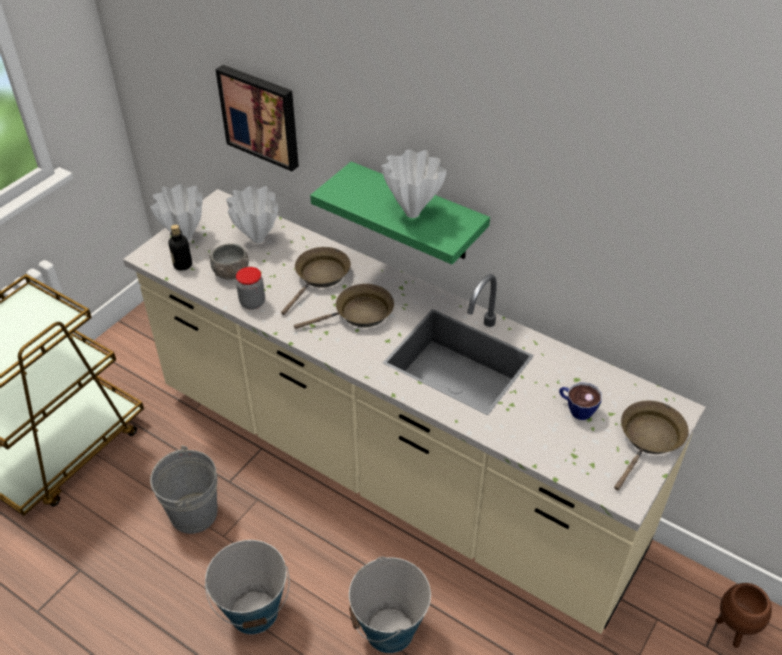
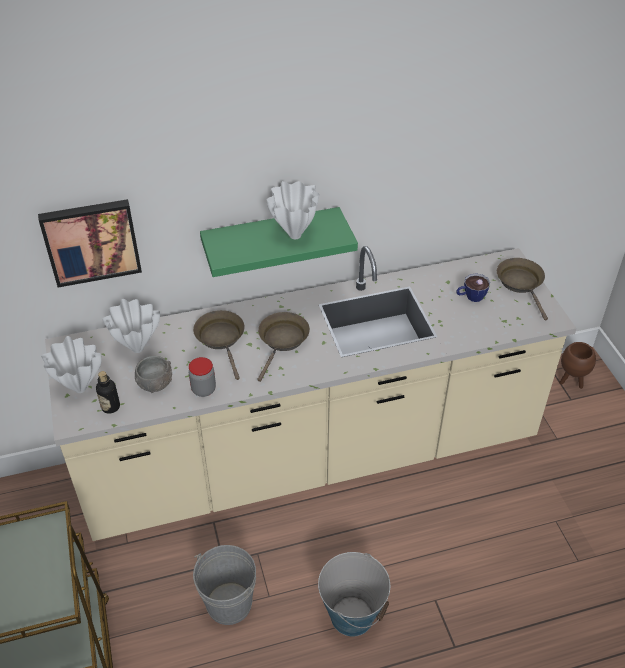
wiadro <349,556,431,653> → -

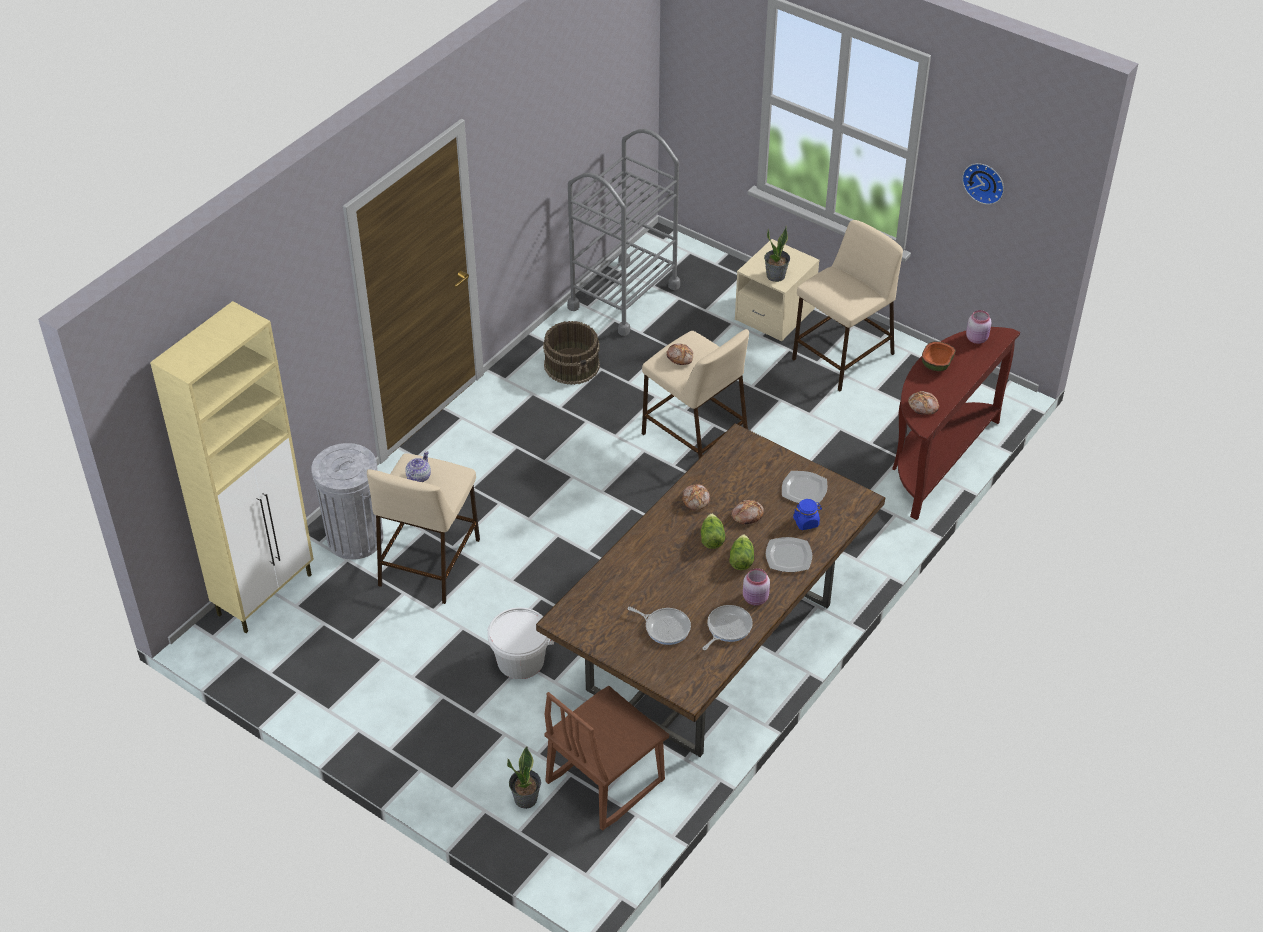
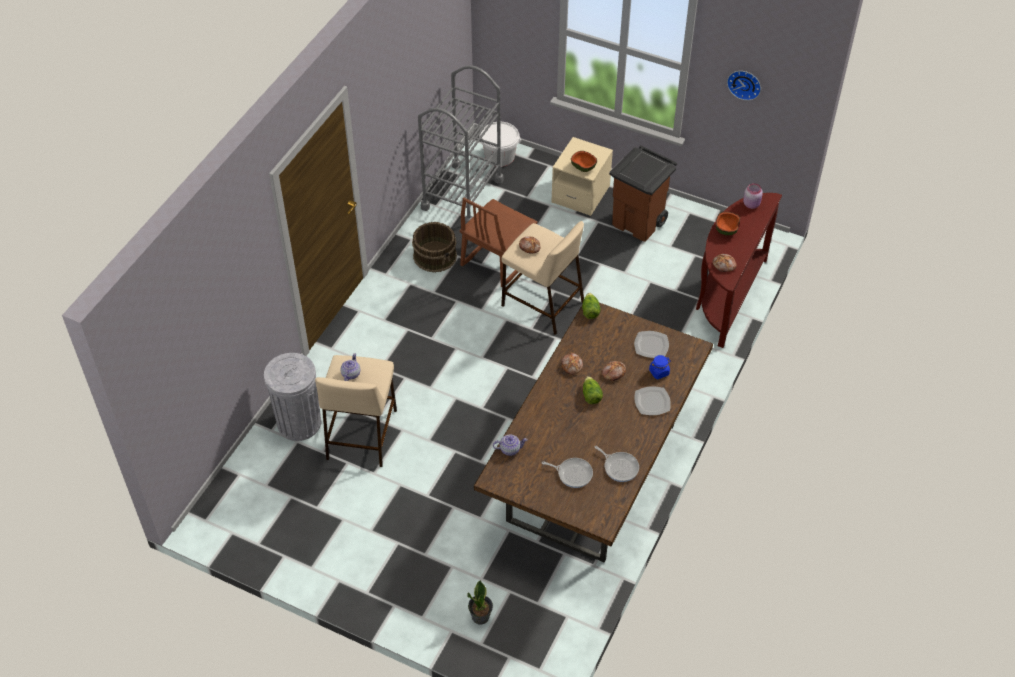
szafka/beżowy <150,301,314,633> → -
słoik/różowy <743,568,770,606> → -
- → imbryk <493,435,528,456>
wiadro/biały <487,608,554,679> → wiadro/biały <479,122,521,167>, move
krzesło/brązowy <545,686,669,831> → krzesło/brązowy <460,198,537,287>, move
sałata <729,534,754,570> → sałata <582,293,601,319>, move
roślina doniczkowa <764,226,790,282> → miska <571,151,597,172>
stołek/beżowy <792,220,903,392> → kosz na śmieci/brązowy <609,145,677,241>
patelnia <703,605,753,650> → patelnia <595,446,639,482>, 105 degrees clockwise

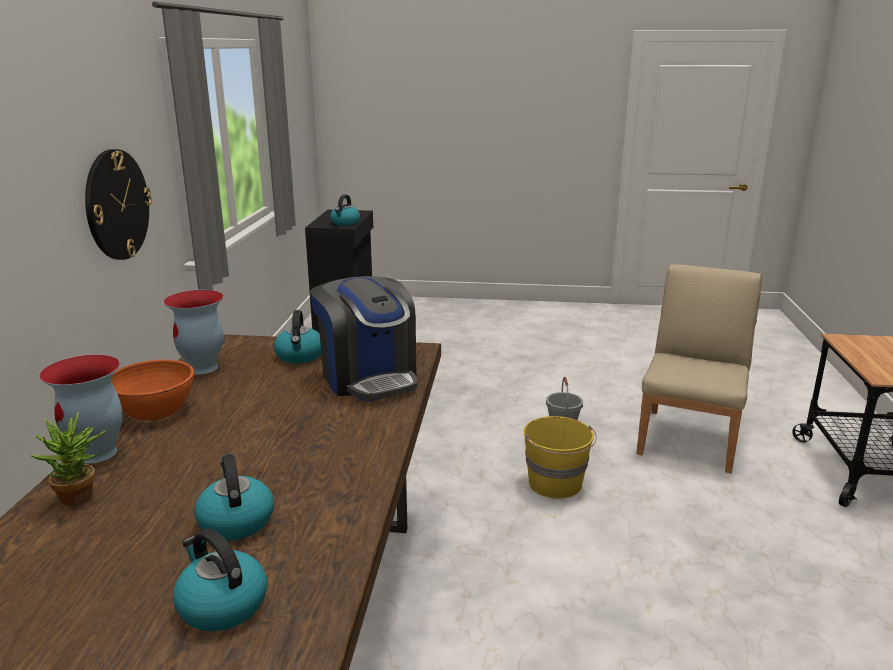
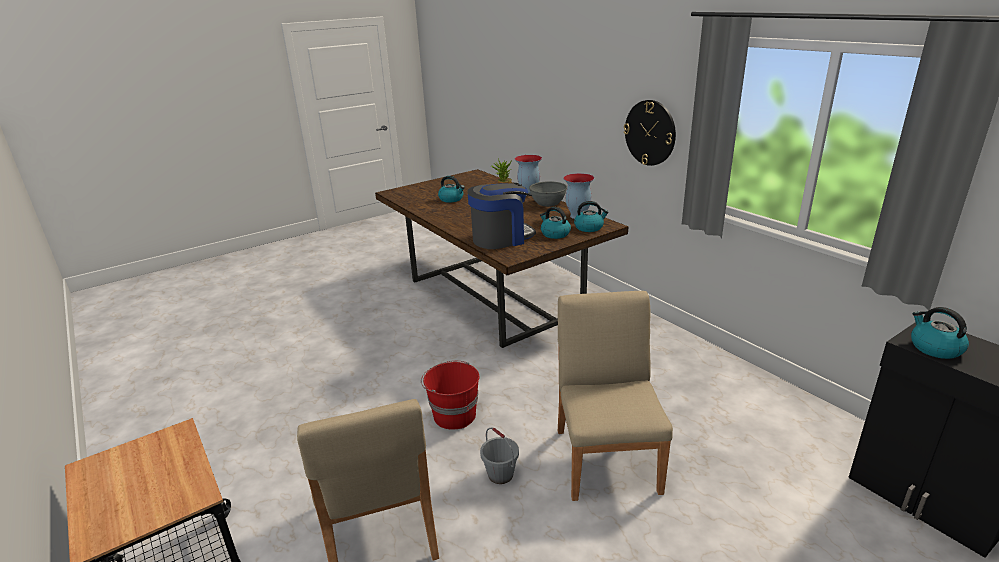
- → krzesło/beżowy <558,291,673,501>
czajnik <173,529,267,631> → czajnik <574,201,609,232>, move
miska/pomarańczowy <111,359,194,421> → miska/szary <529,181,567,207>
wiadro/żółty <523,416,597,499> → wiadro/czerwony <421,361,479,430>
ekspres do kawy <310,276,417,401> → ekspres do kawy <467,183,536,249>, 135 degrees clockwise

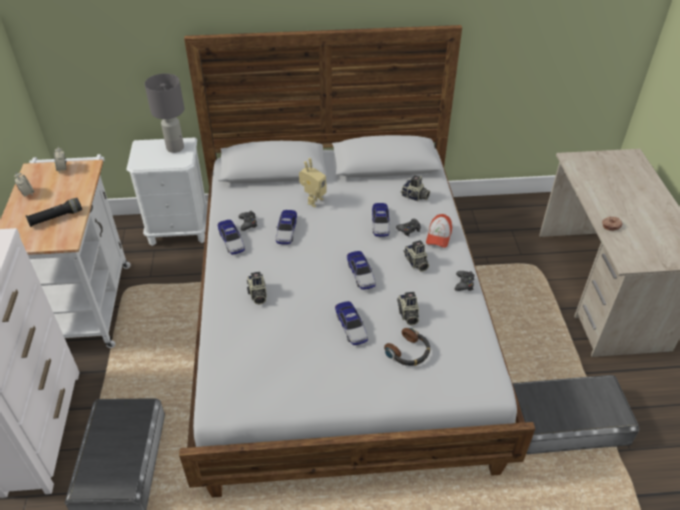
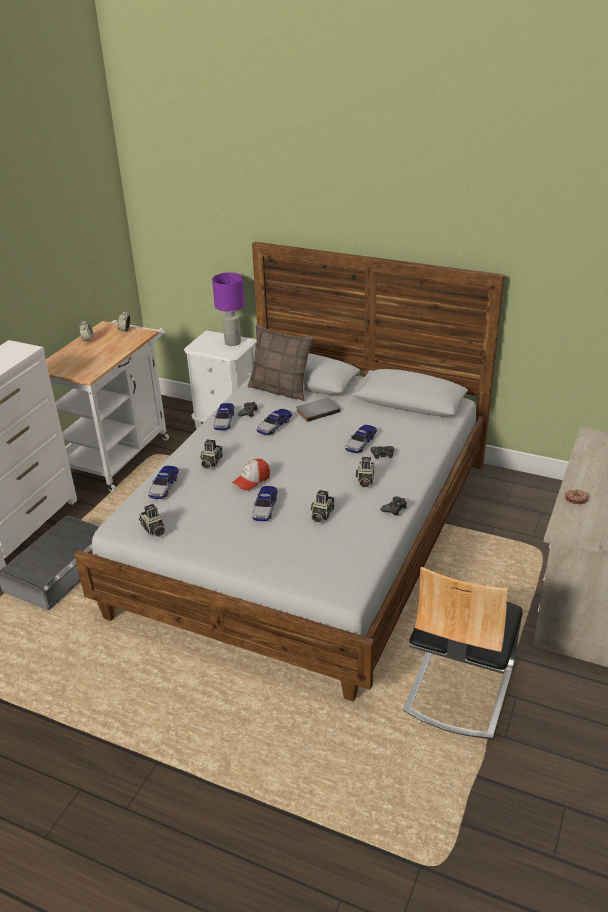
latarka/czarny <26,198,82,227> → -
słuchawki <384,328,430,366> → -
- → poduszka <248,324,314,401>
samochodzik <347,251,376,290> → samochodzik <148,466,179,499>, move
aparat fotograficzny <401,175,430,201> → aparat fotograficzny <139,504,166,537>, move
czapka z daszkiem <426,214,452,248> → czapka z daszkiem <232,459,270,491>, move
robot zabawkowy <299,158,327,207> → książka/szary <296,398,340,422>
pojemnik do przechowywania/szary <513,375,639,454> → krzesło <403,567,523,740>
lampa stołowa/szary <145,73,184,153> → lampa stołowa/fioletowy <212,272,245,346>

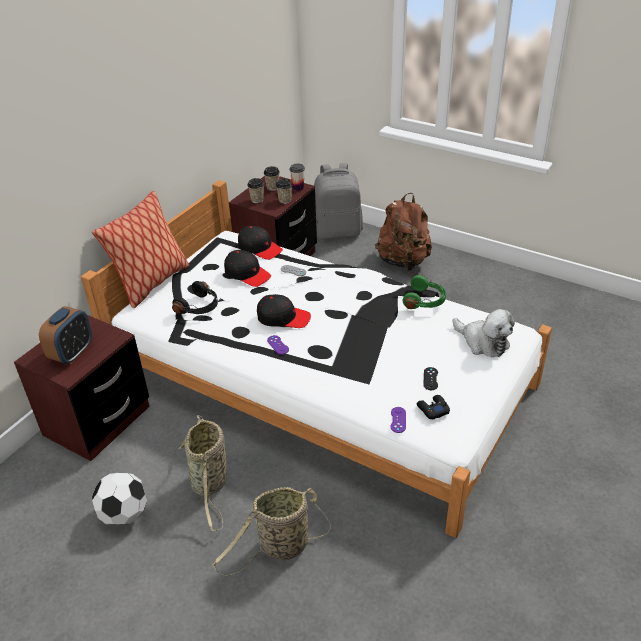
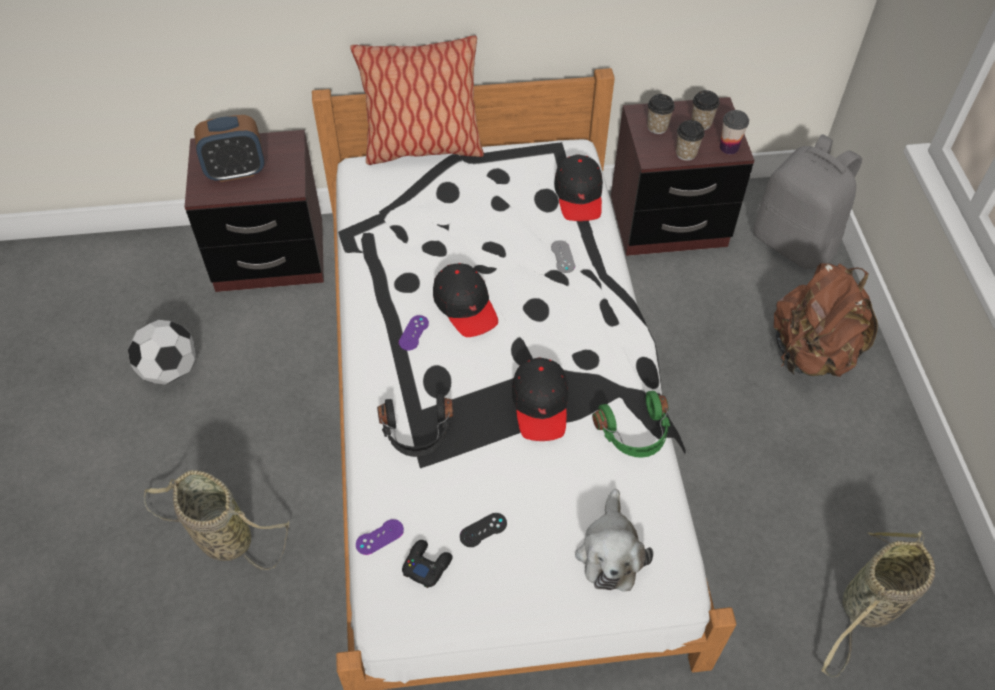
słuchawki/czarny <172,281,218,314> → słuchawki/czarny <377,393,453,457>, move
koszyk <178,415,227,531> → koszyk <822,531,935,677>, move
czapka z daszkiem/czarny <224,250,271,287> → czapka z daszkiem/czarny <512,357,568,441>, move

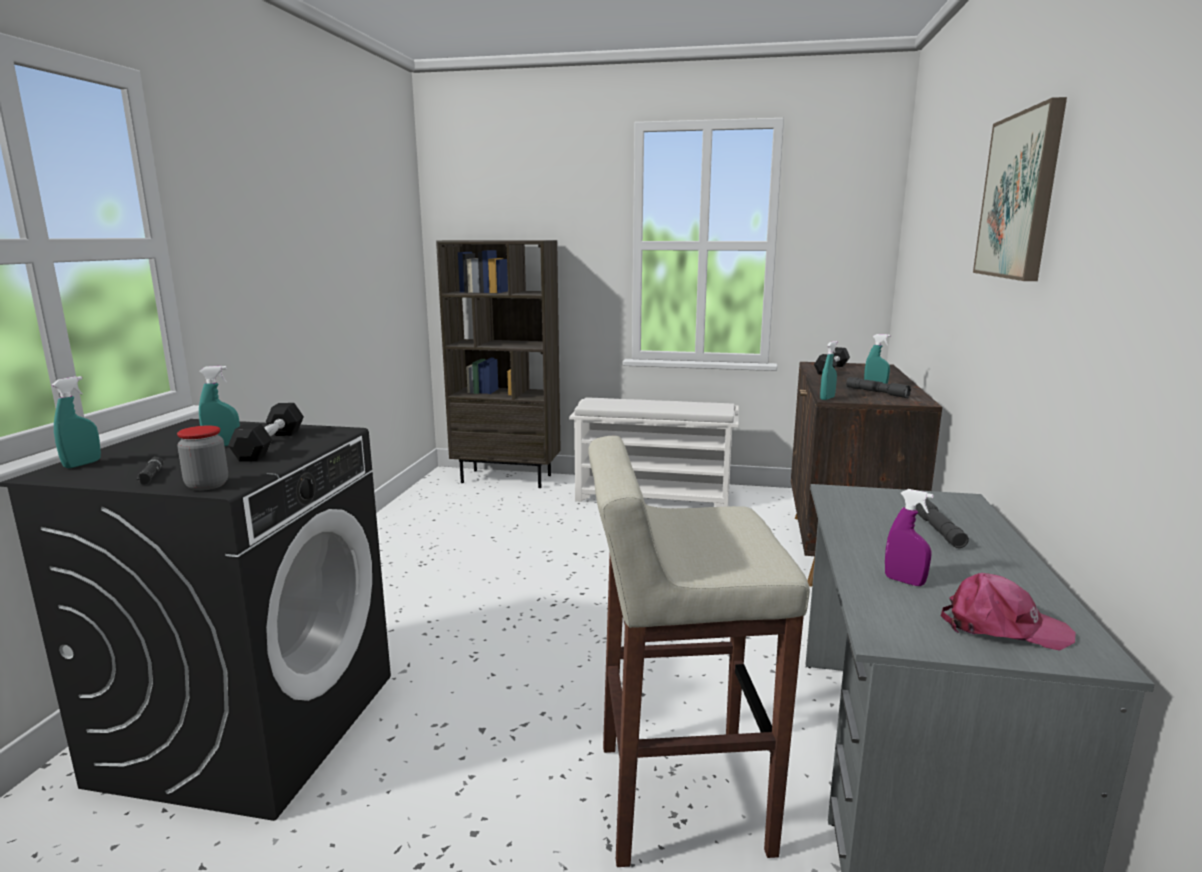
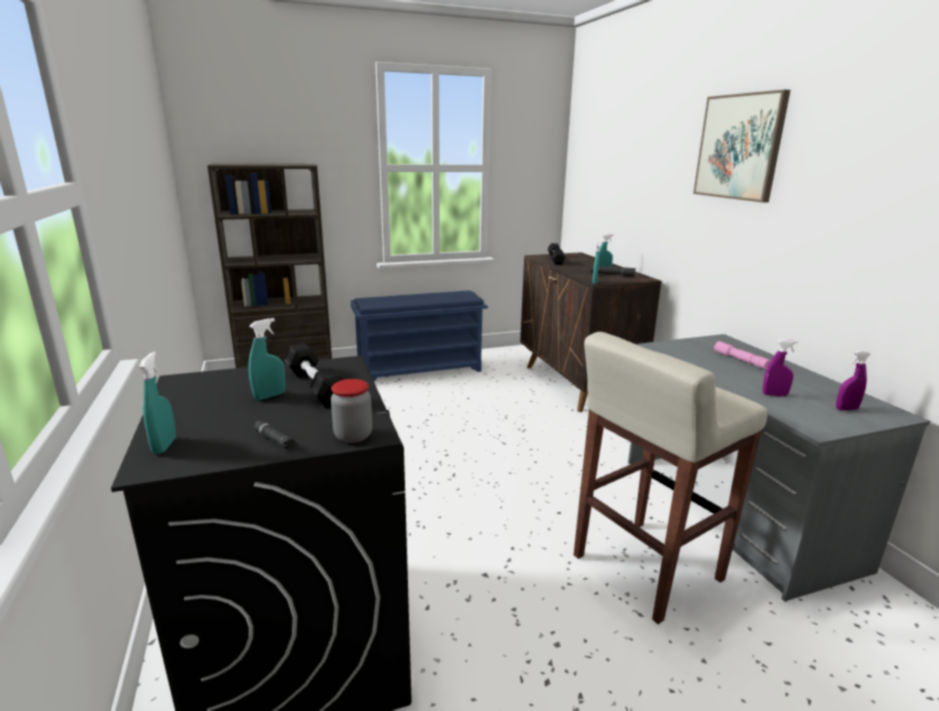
czapka z daszkiem/różowy <941,573,1076,651> → spryskiwacz/fioletowy <836,351,871,411>
regał na buty/biały <569,397,739,507> → regał na buty/niebieski <350,290,488,381>
latarka/szary <916,498,969,548> → latarka/różowy <714,341,771,369>

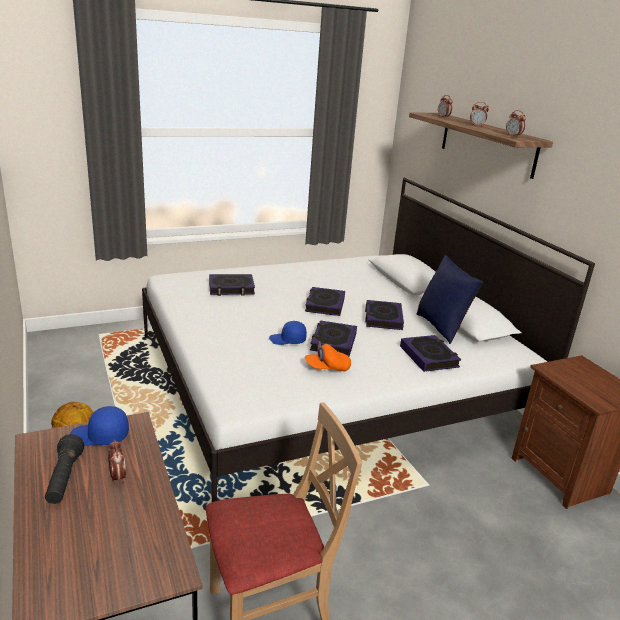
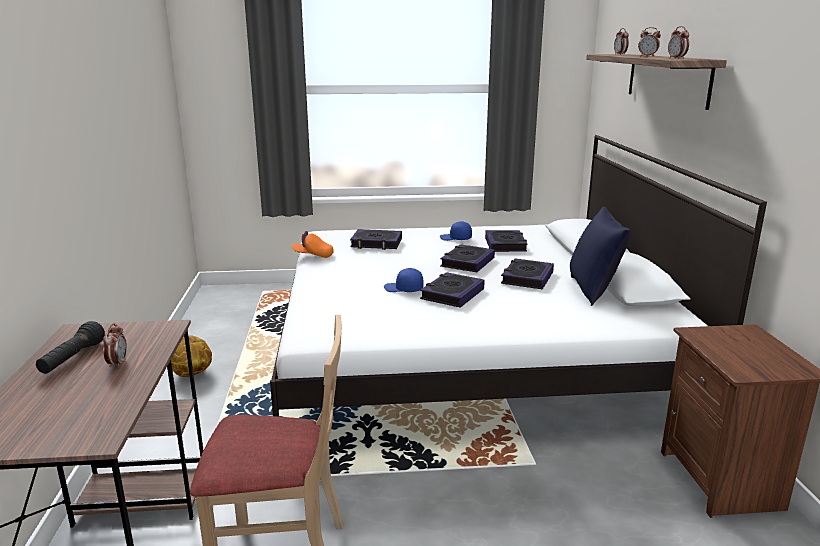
czapka z daszkiem/niebieski <70,406,129,446> → czapka z daszkiem/niebieski <440,221,472,241>, move
czapka z daszkiem/pomarańczowy <305,341,351,371> → czapka z daszkiem/pomarańczowy <292,231,334,258>, move
książka <400,335,461,372> → książka <485,230,527,252>, move

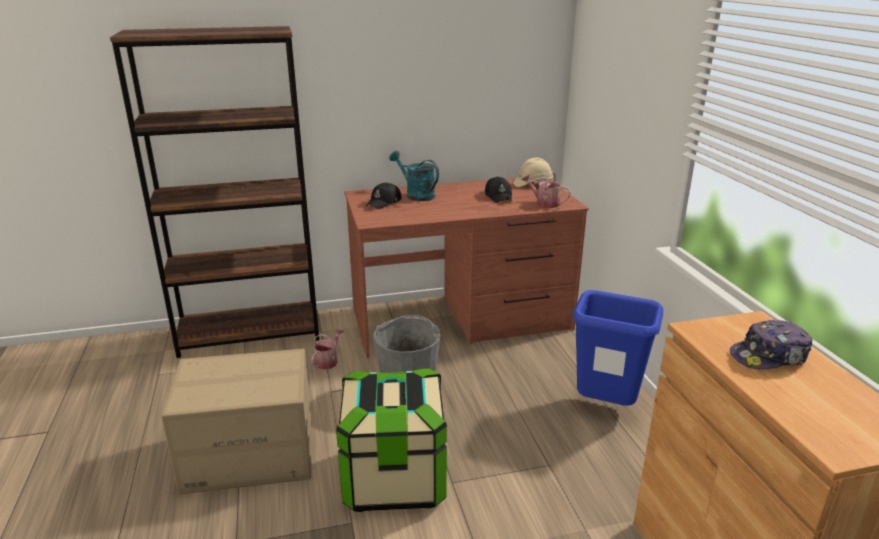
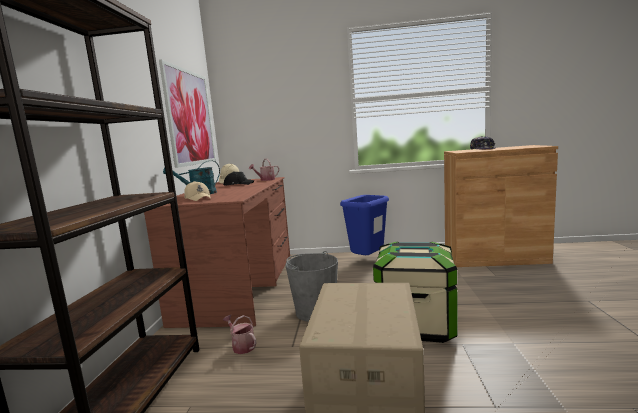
- → obraz <159,59,216,168>
czapka z daszkiem/czarny <366,182,402,209> → czapka z daszkiem/beżowy <184,181,211,201>

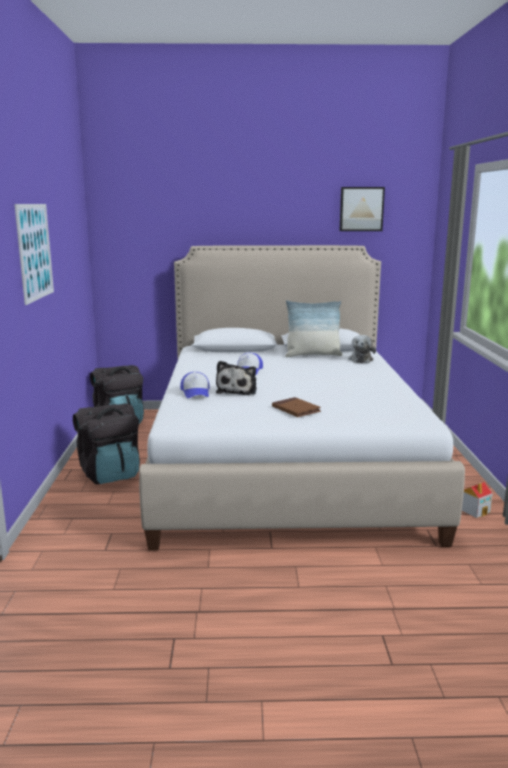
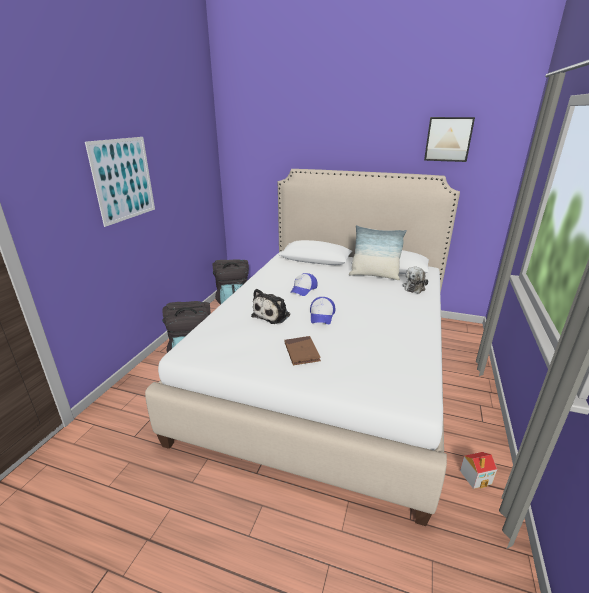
czapka z daszkiem <180,372,209,398> → czapka z daszkiem <310,297,335,324>, move

